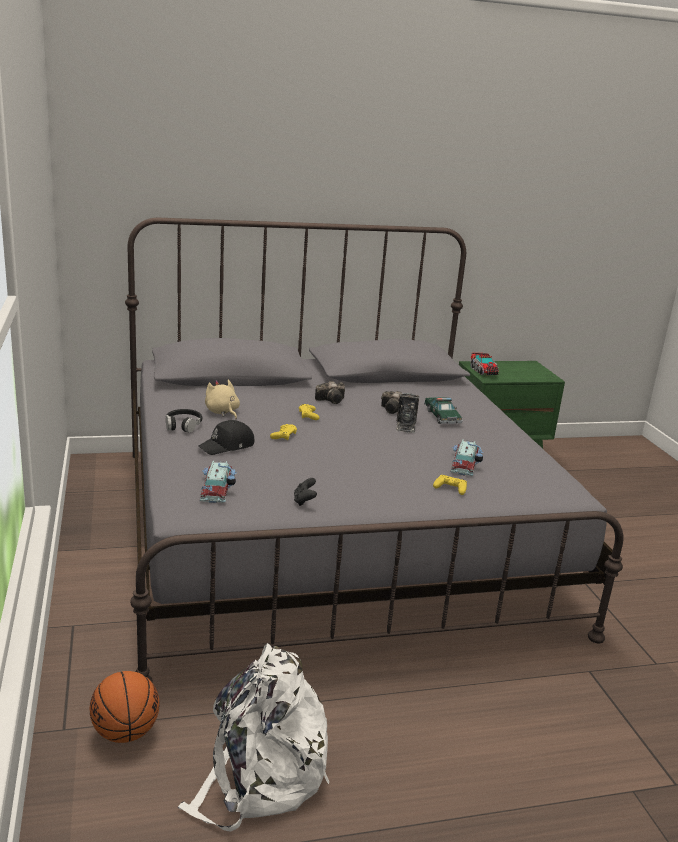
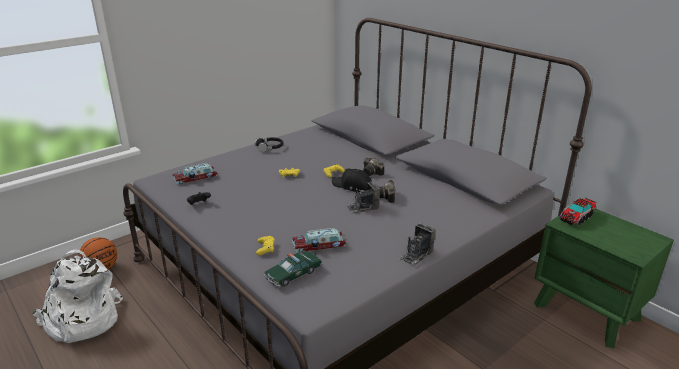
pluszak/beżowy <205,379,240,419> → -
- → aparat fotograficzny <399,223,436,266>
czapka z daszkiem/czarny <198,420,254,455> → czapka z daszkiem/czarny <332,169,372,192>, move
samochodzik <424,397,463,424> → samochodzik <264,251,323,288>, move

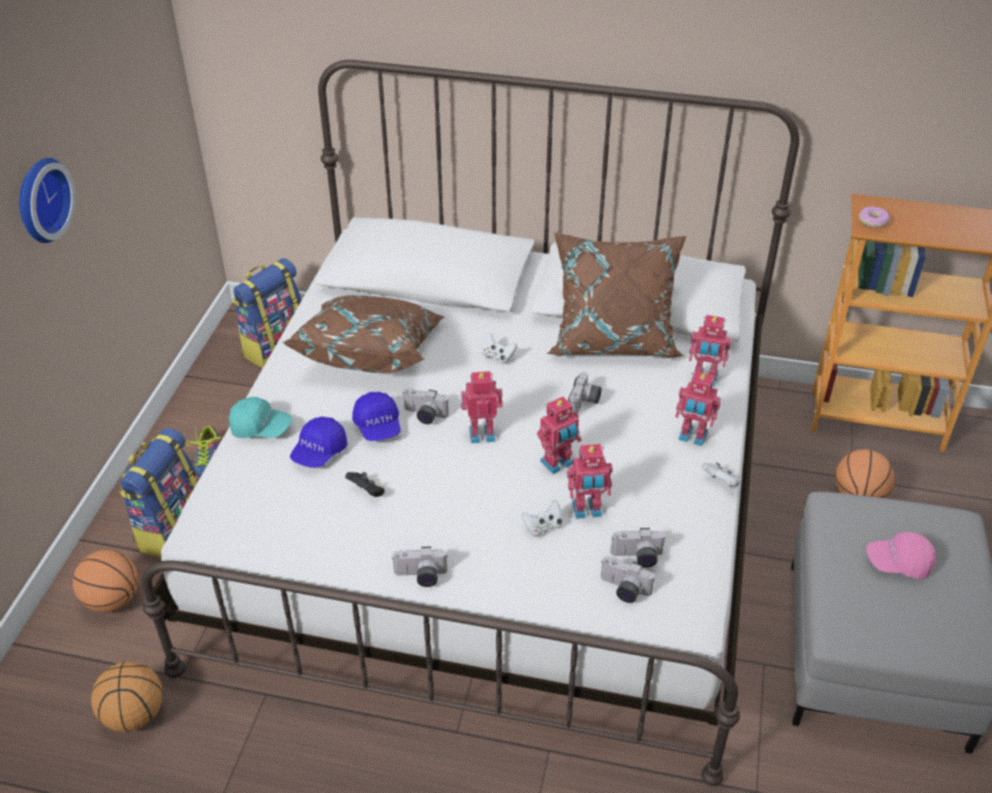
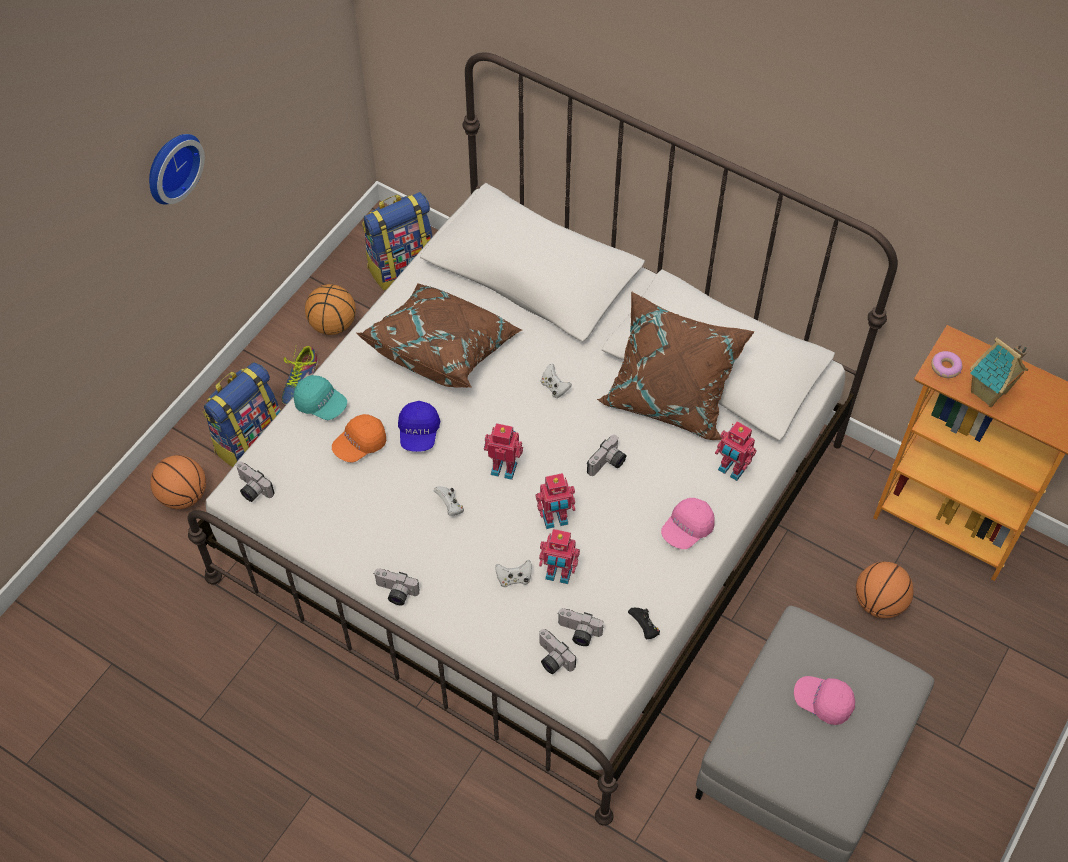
- → domek <970,337,1028,407>
piłka do koszykówki <91,661,163,732> → piłka do koszykówki <305,284,356,335>, move
pad do gier/czarny <345,472,385,497> → pad do gier/czarny <628,608,660,639>, move
aparat fotograficzny <403,388,449,424> → aparat fotograficzny <236,462,275,502>, move
pad do gier/biały <702,462,740,487> → pad do gier/biały <434,487,464,516>, move
robot zabawkowy <675,371,720,446> → czapka z daszkiem/różowy <661,498,715,549>
czapka z daszkiem/niebieski <290,417,348,468> → czapka z daszkiem/pomarańczowy <332,414,386,463>

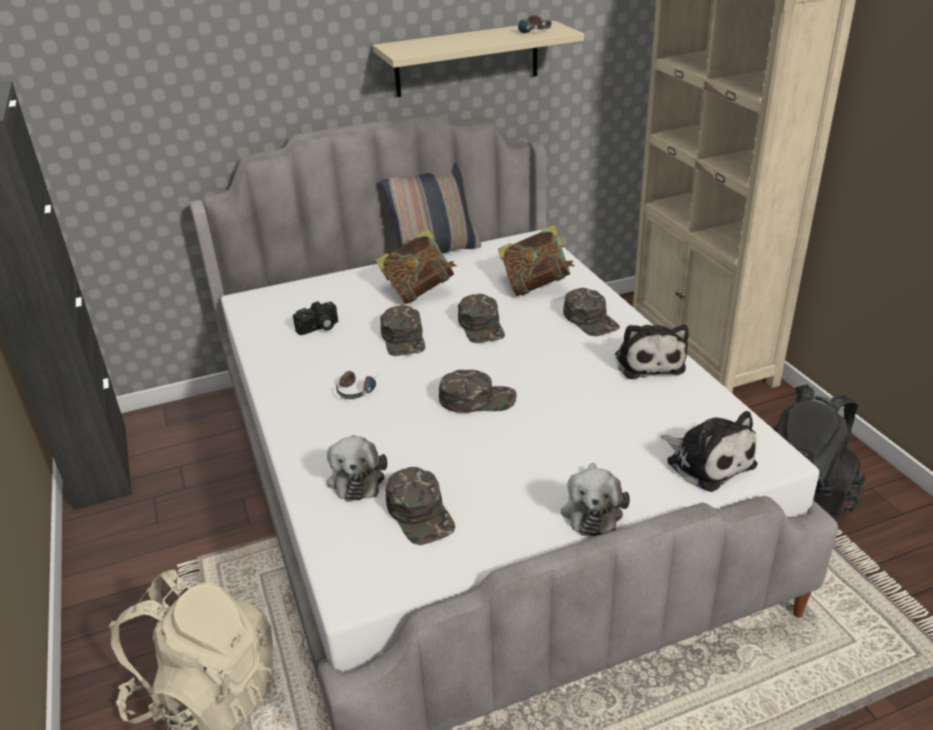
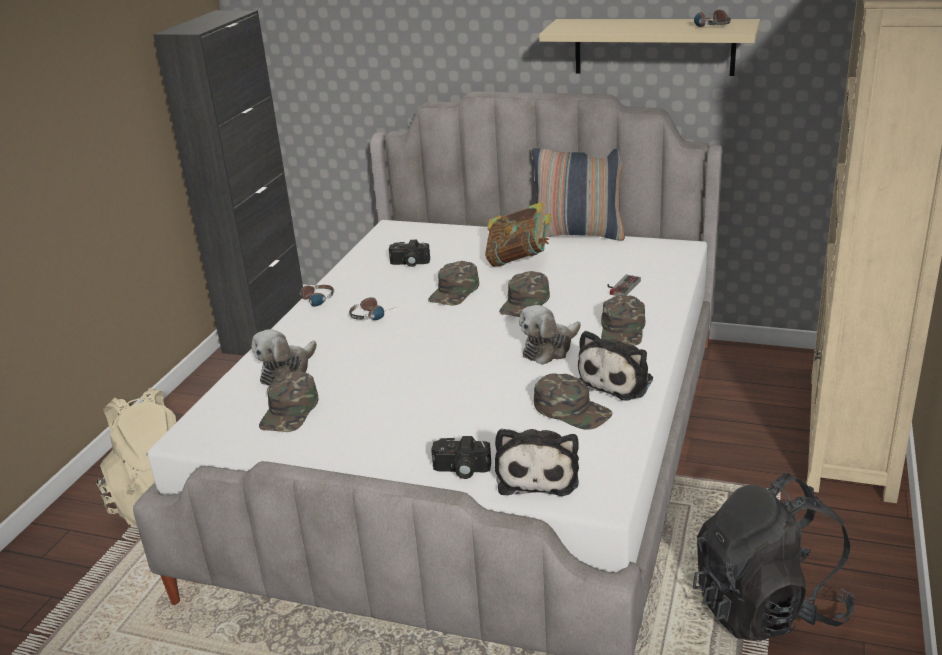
- → słuchawki <291,285,334,307>
- → aparat fotograficzny <431,436,491,479>
czapka z daszkiem/zielony <439,370,517,413> → czapka z daszkiem/zielony <534,374,613,430>, move
pluszak <561,463,630,536> → pluszak <519,305,581,365>, move
książka <498,225,575,296> → pad do gier <607,275,641,296>

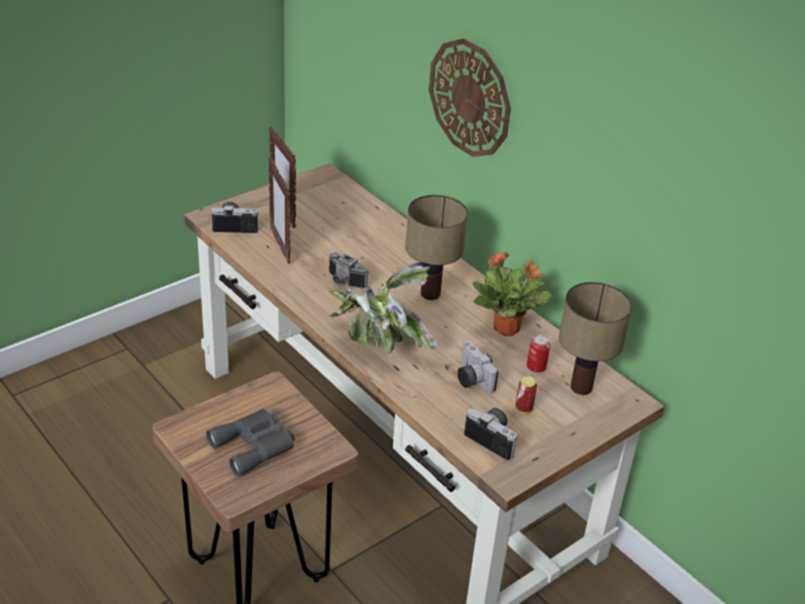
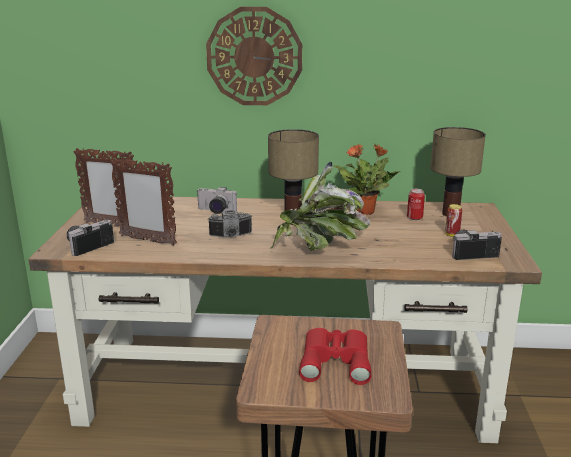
aparat fotograficzny <458,341,498,393> → aparat fotograficzny <196,187,237,214>, move
lornetka/szary <206,409,295,477> → lornetka/czerwony <299,328,371,385>

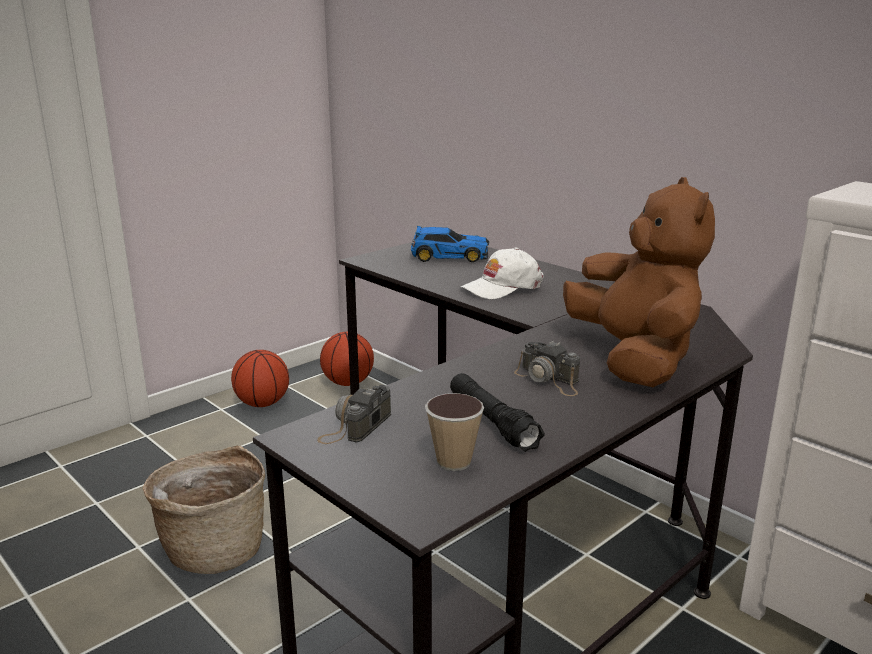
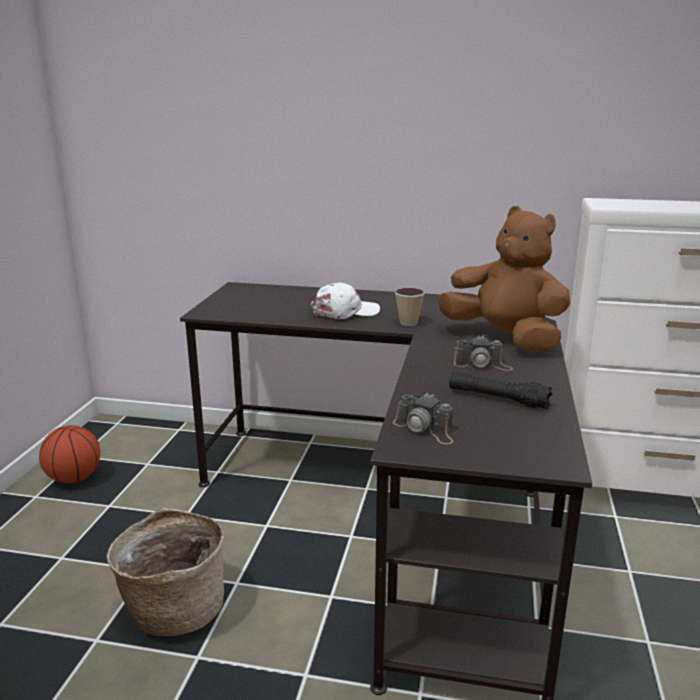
piłka do koszykówki <320,332,374,386> → -
samochodzik <411,226,489,262> → -
filiżanka <425,393,484,471> → filiżanka <395,288,425,326>, move
aparat fotograficzny <317,385,391,444> → aparat fotograficzny <393,393,453,444>, 45 degrees counterclockwise
czapka z daszkiem/biały <461,248,544,299> → czapka z daszkiem/biały <311,283,380,319>, 135 degrees counterclockwise

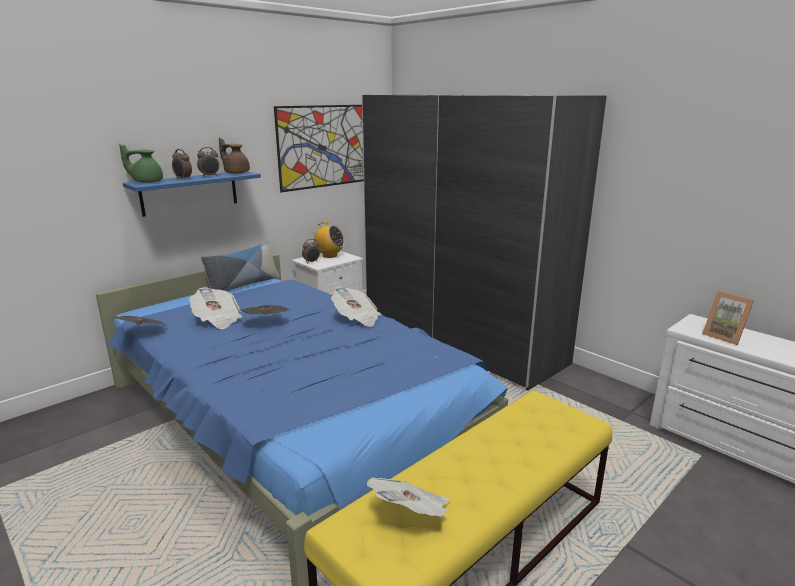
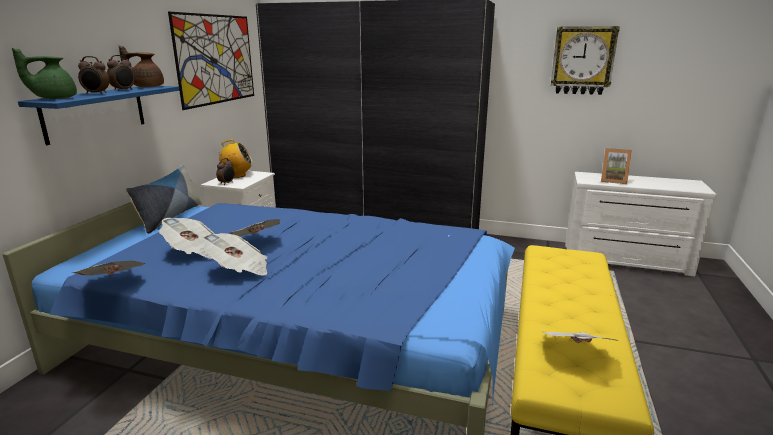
- → zegar ścienny <551,26,619,95>
gazeta <331,287,381,327> → gazeta <203,233,268,276>, move

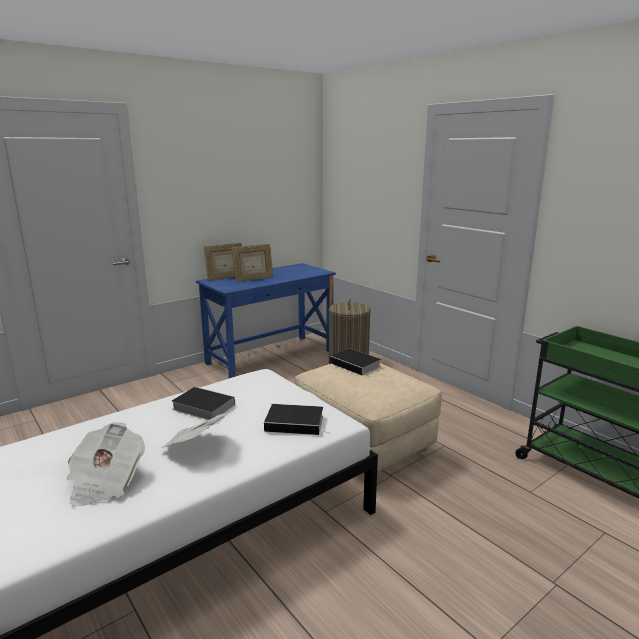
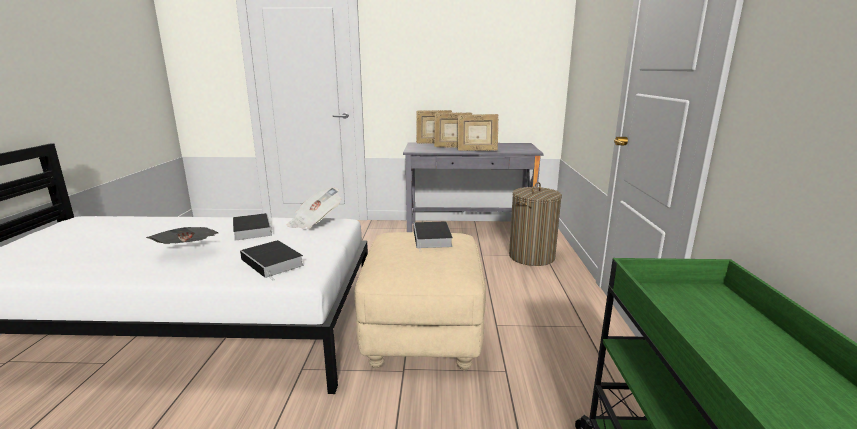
- → ramka na zdjęcie <458,114,498,151>
gazeta <66,422,145,507> → gazeta <287,188,341,229>, move
biurko/niebieski <196,263,336,378> → biurko/szary <403,142,544,232>

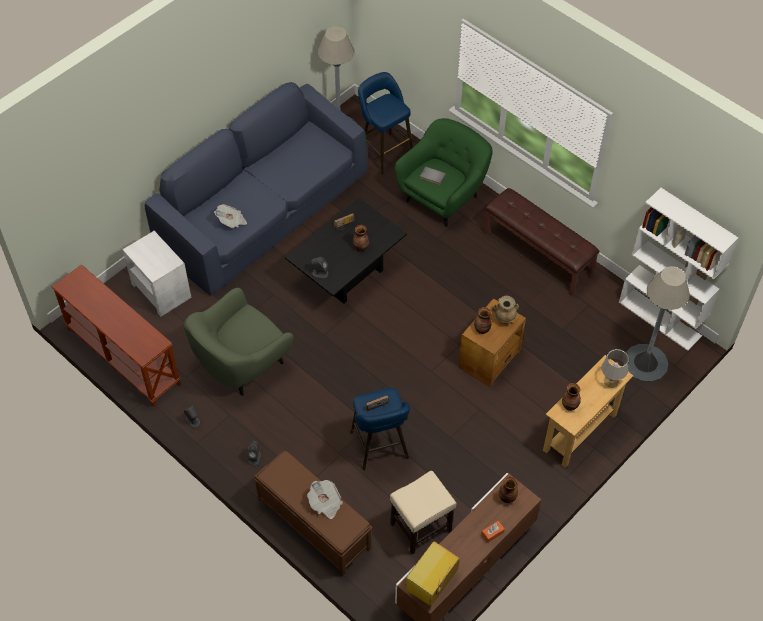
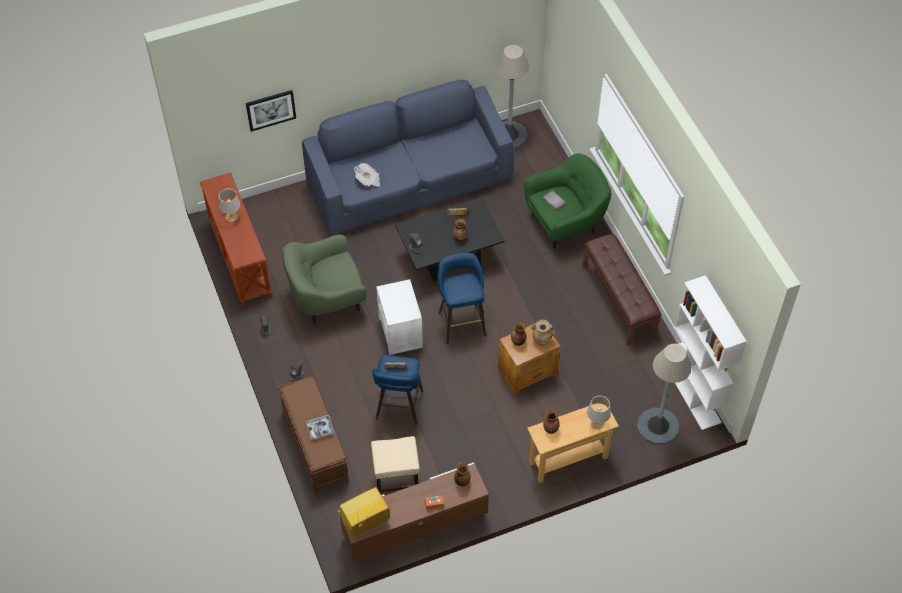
- → lampa stołowa/szary <219,189,240,222>
- → obraz <246,90,296,132>
stolik/biały <122,231,192,317> → stolik/biały <376,279,423,355>, move
stołek/niebieski <358,72,413,175> → stołek/niebieski <438,253,486,344>, move
gazeta <307,480,343,519> → taca <306,415,335,440>

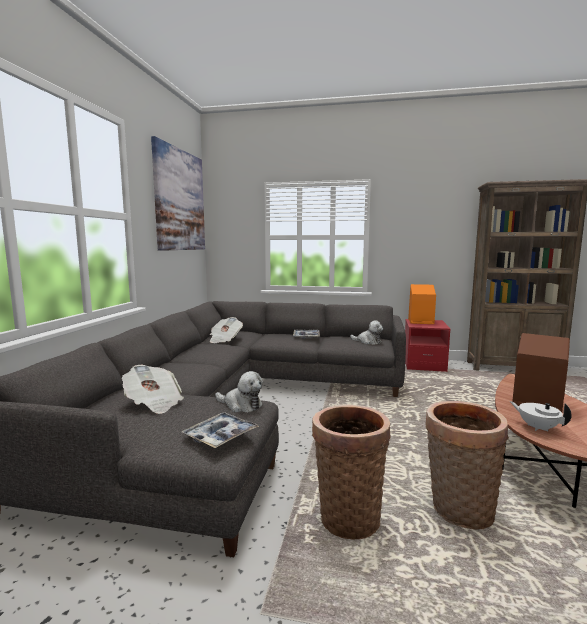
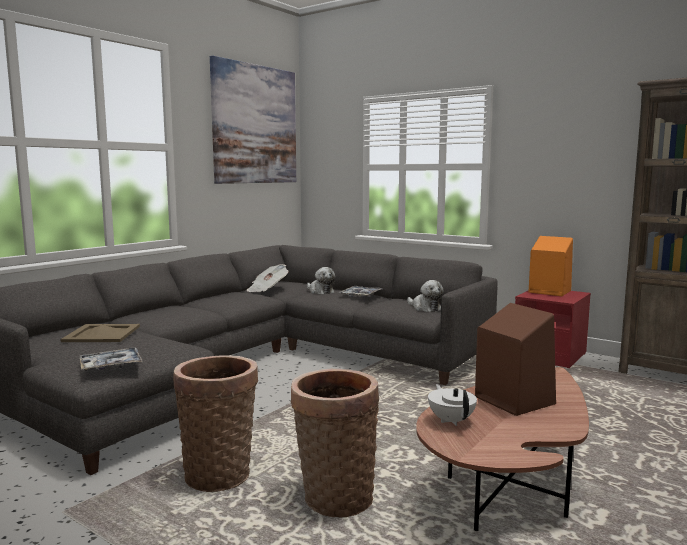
pluszak <215,371,263,413> → pluszak <307,267,335,294>, move
gazeta <122,365,184,414> → taca/beżowy <60,324,140,342>

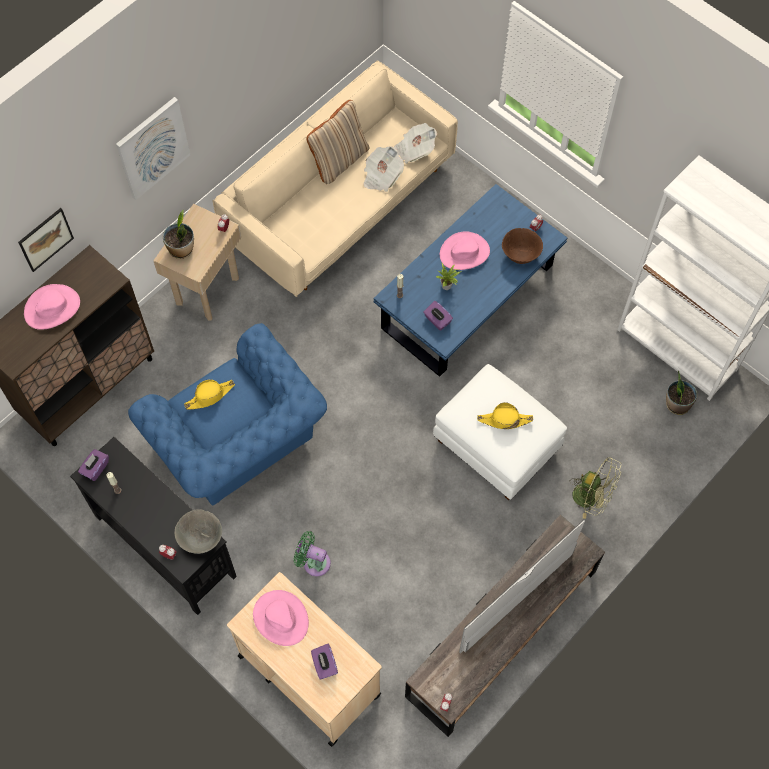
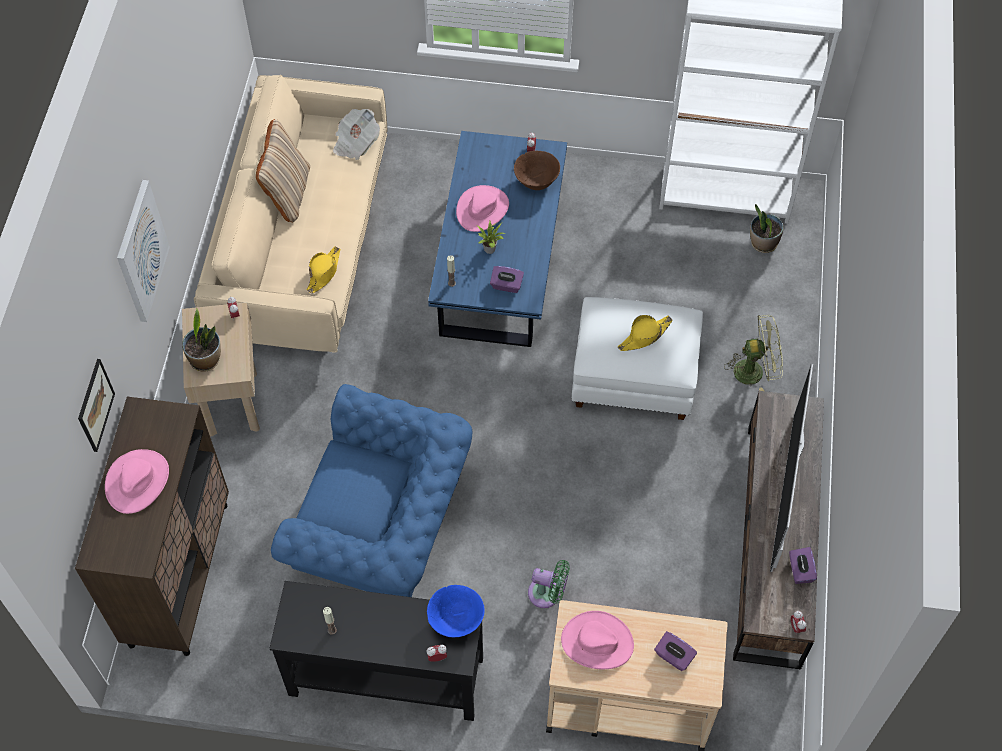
gazeta <363,146,404,192> → -
pudełko chusteczek/fioletowy <78,449,109,481> → pudełko chusteczek/fioletowy <789,547,817,584>, move
kapelusz/żółty <184,379,235,410> → kapelusz/żółty <307,247,340,293>, move
miska/szary <175,509,222,554> → miska/niebieski <427,585,484,637>
wentylator/zielony <294,531,331,576> → wentylator/zielony <528,560,570,608>, 150 degrees counterclockwise

